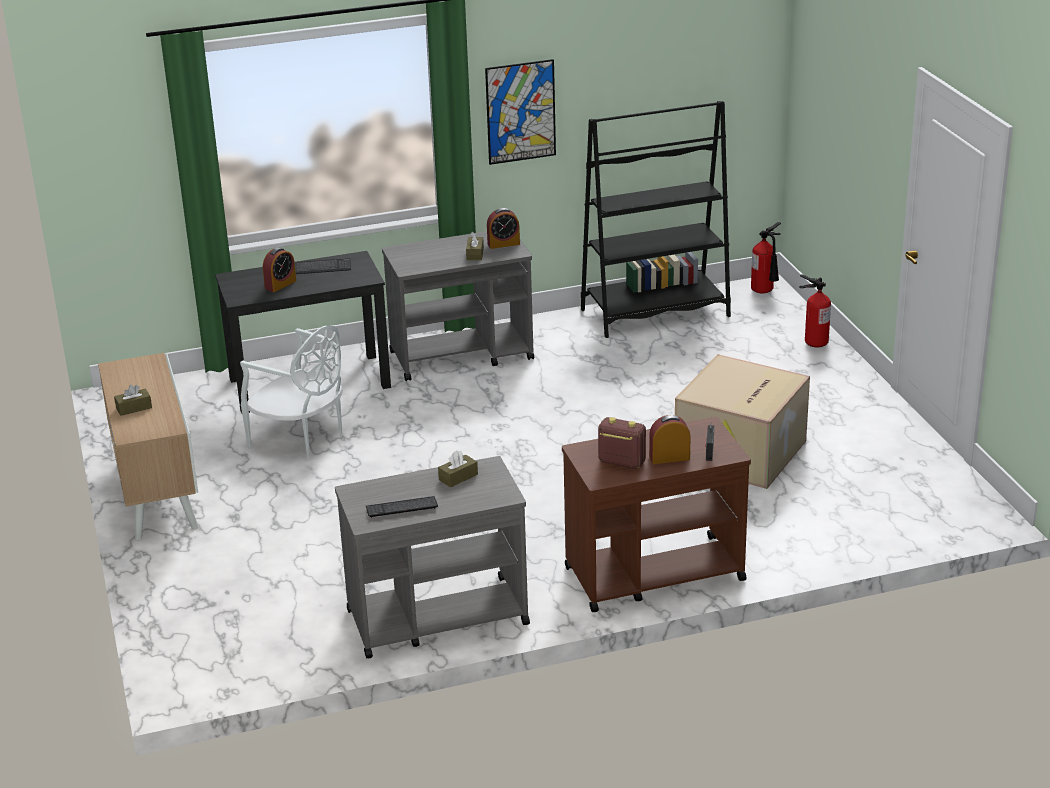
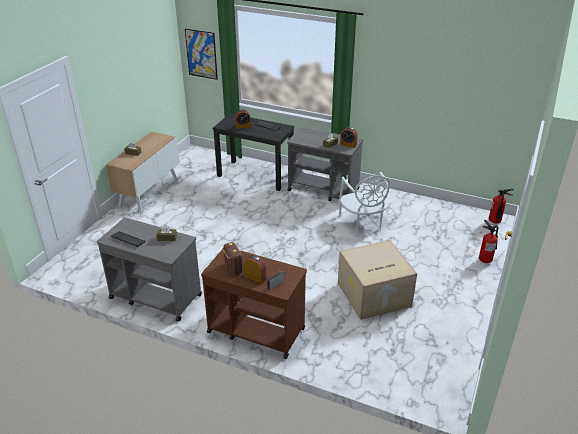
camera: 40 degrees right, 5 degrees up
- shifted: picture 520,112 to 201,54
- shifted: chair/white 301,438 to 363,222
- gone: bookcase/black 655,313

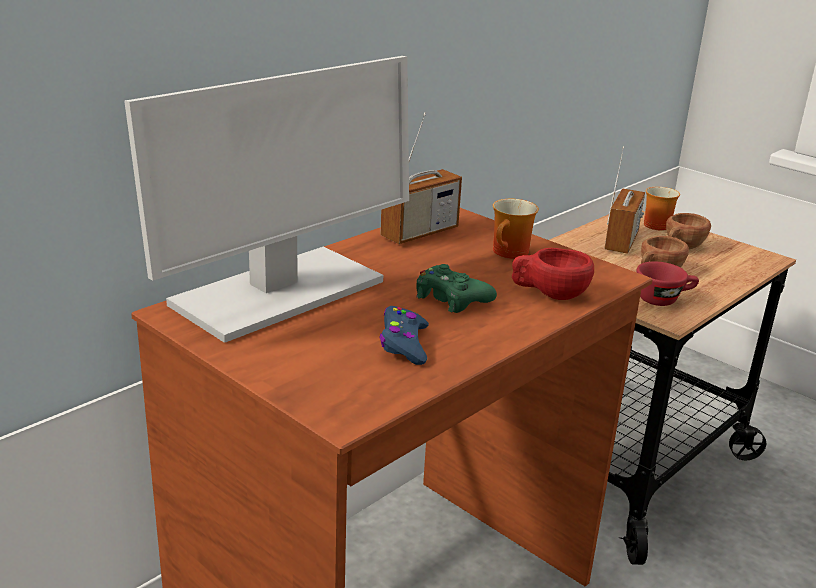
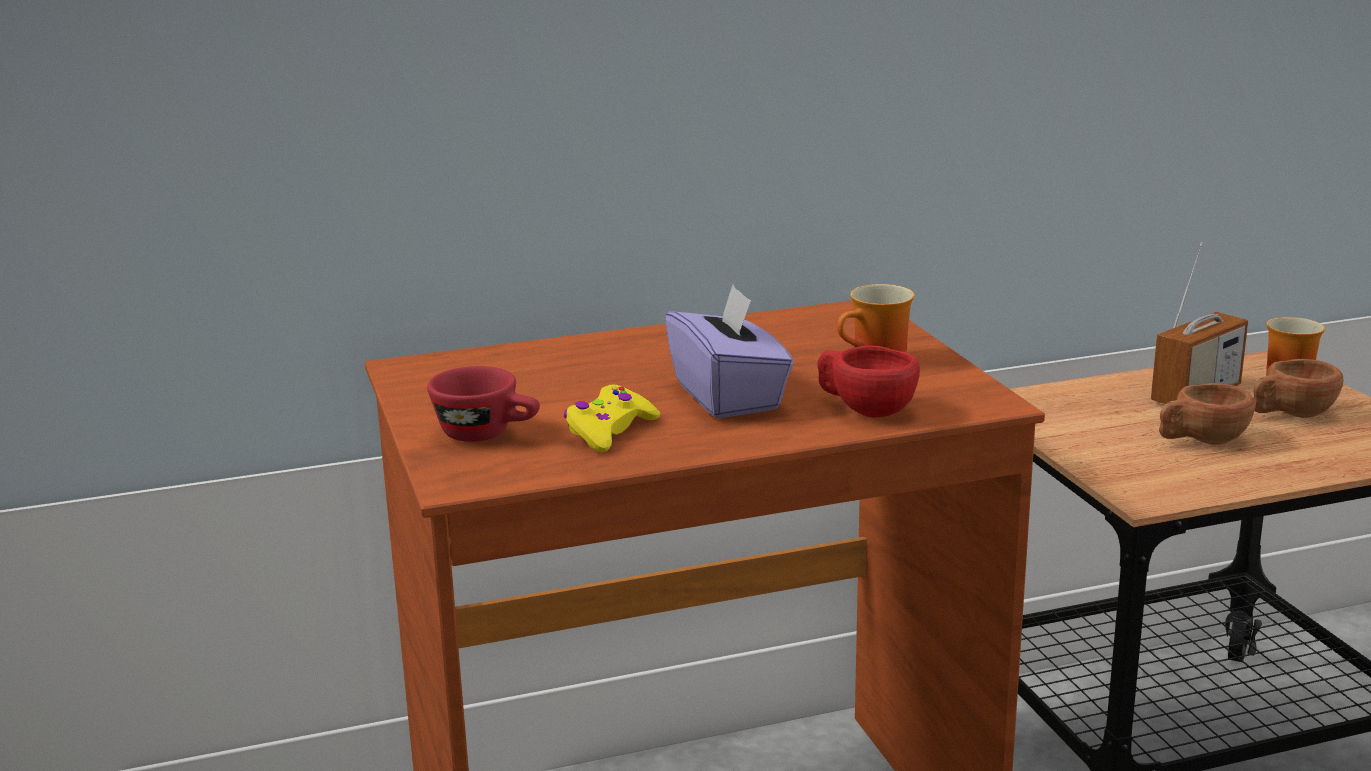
camera: 30 degrees right, 5 degrees down
- shifted: cup/red 663,299 to 488,434
- repainted: game controller/blue 404,344 to game controller/yellow 609,431
- swapped: game controller/green 451,298 to tissue box/purple 729,396
- gone: monitor 278,294
- gone: radio 419,233

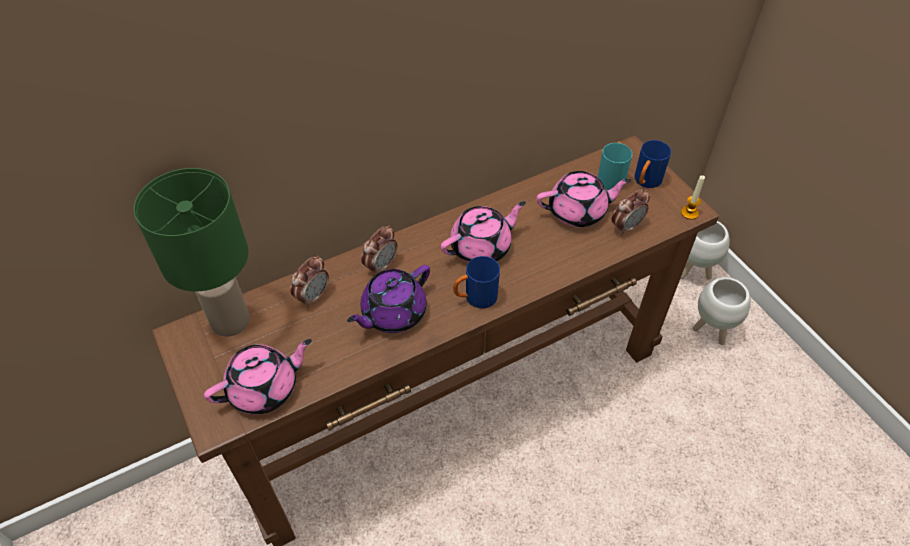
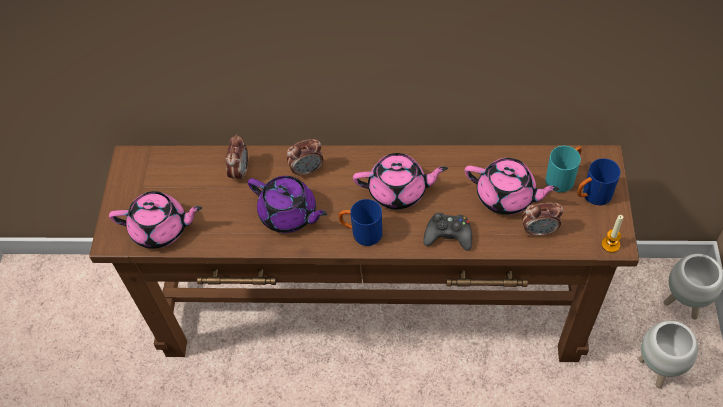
camera: 35 degrees right, 5 degrees up
- rotated: alarm clock 313,296 = 240,172 60 degrees counterclockwise
- rotated: teapot/purple 392,313 = 289,214 135 degrees counterclockwise
- new: game controller/black 448,235
- gone: table lamp/green 229,321

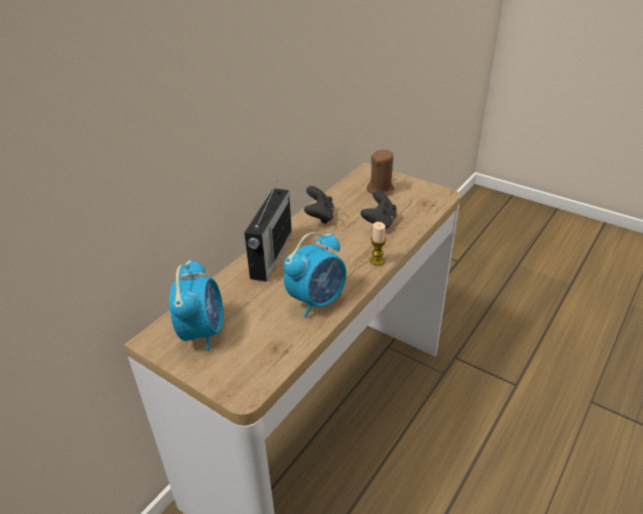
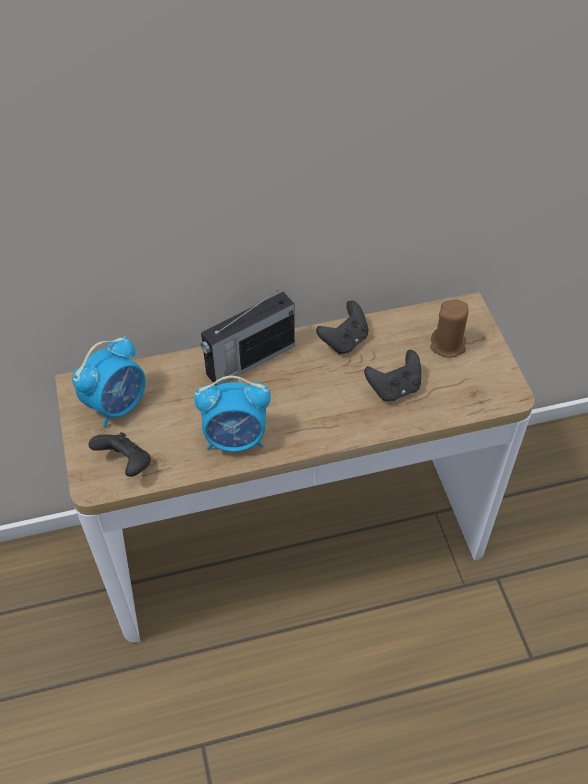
camera: 40 degrees right, 15 degrees up
- new: game controller/black 126,464
- gone: candle 377,261

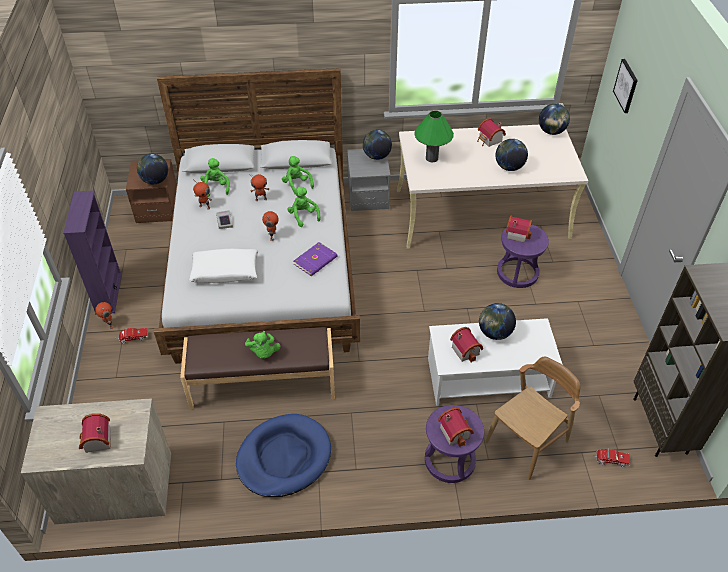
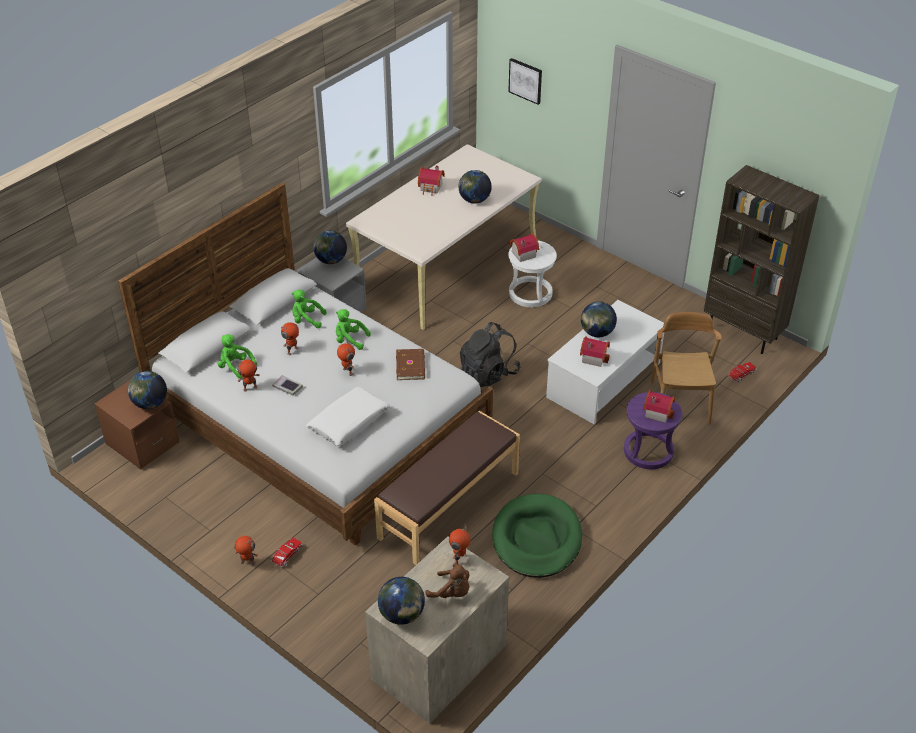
camera: 45 degrees left, 5 degrees down
- shifted: globe 551,132 to 402,615
- repainted: book/purple 316,261 to book/brown 411,366
- swapped: toy house 96,441 to plush toy/brown 452,593
- new: toy robot 459,559
- new: backpack/black 489,373
- repainted: dog bed/blue 284,457 to dog bed/green 536,539
- repainted: stool/purple 517,273 to stool/white 530,294
- gone: bookcase/purple 108,292
- gone: plush toy/green 263,352
- gone: table lamp/green 432,158

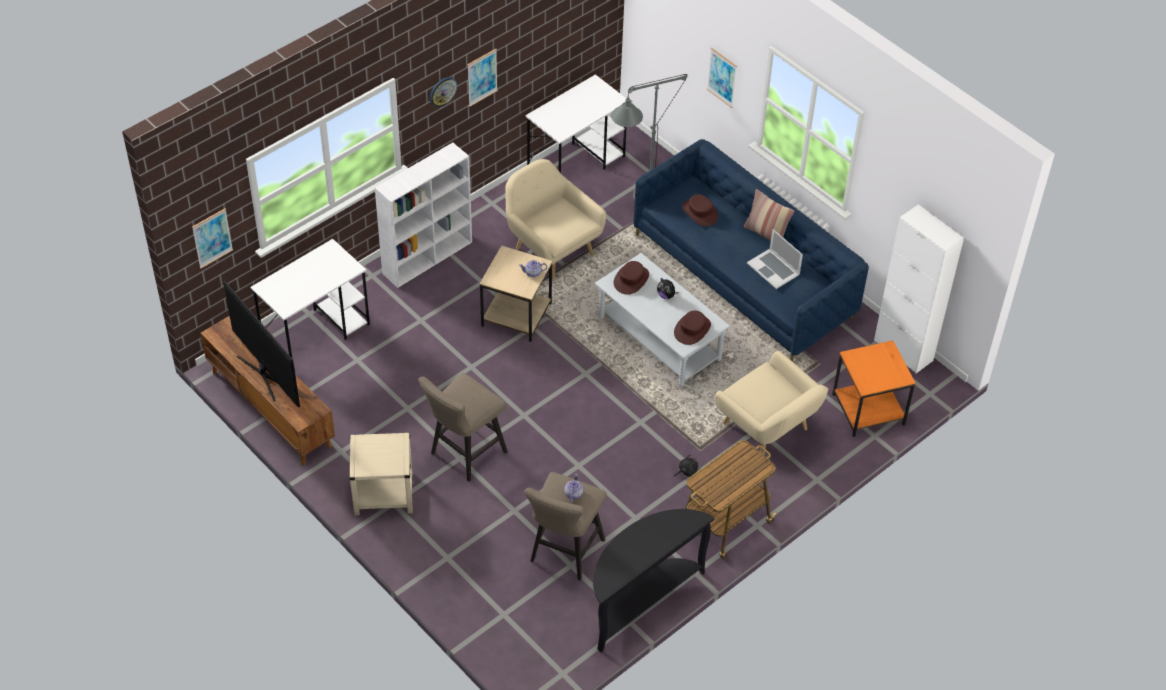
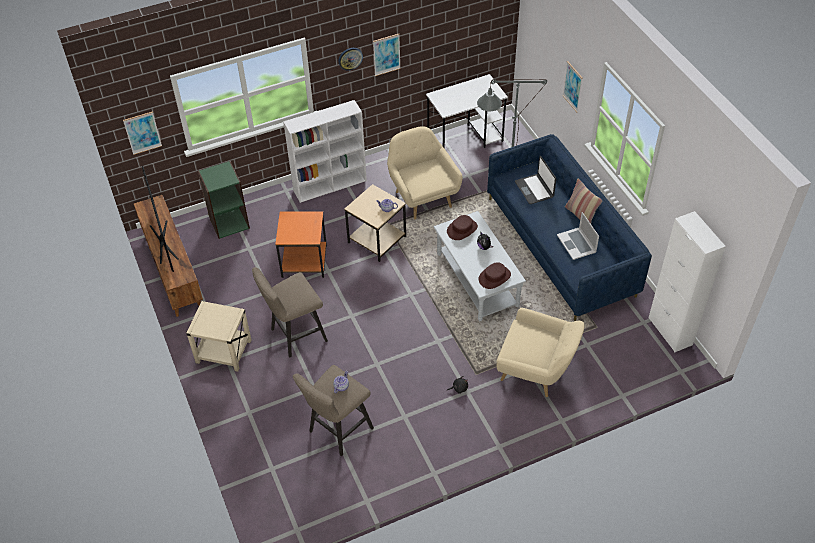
camera: 20 degrees right, 0 degrees up
- swapped: desk/white 316,332 to bookcase/green 229,222
- shifted: side table/orange 869,409 to 305,261
- rotated: armchair/beige 768,431 = 536,371 45 degrees counterclockwise
- swapped: hat/brown 700,212 to laptop 534,189
- gone: console table/black 640,600
- gone: cart 725,523

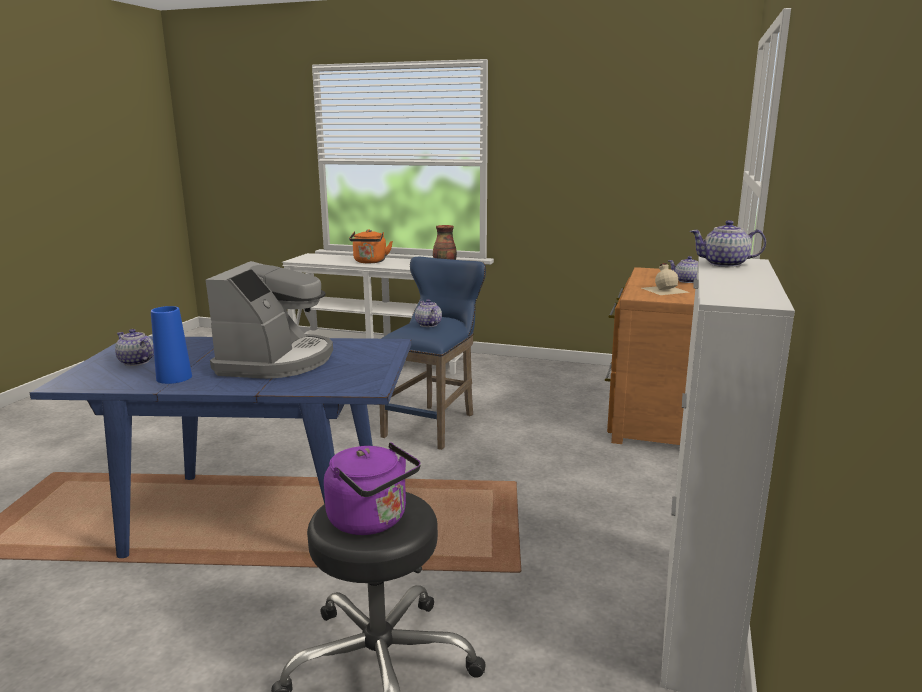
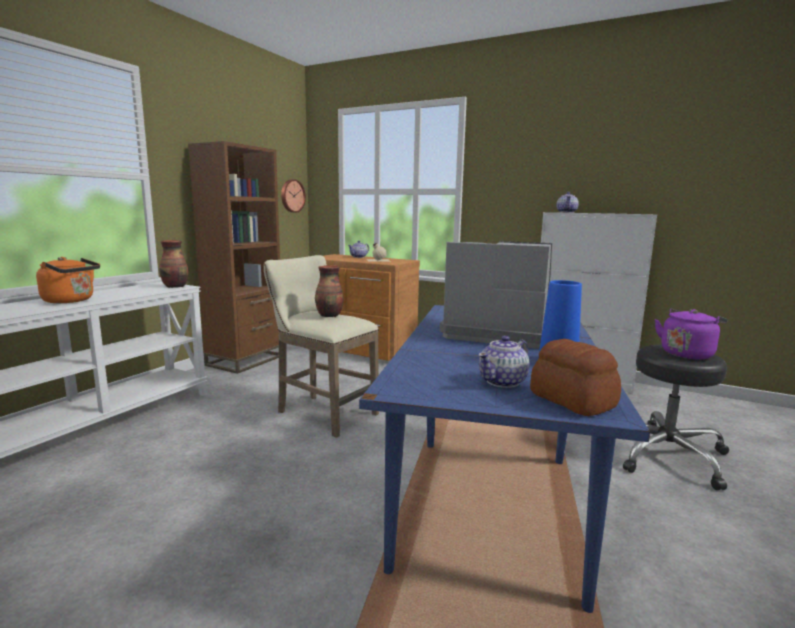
camera: 80 degrees left, 5 degrees down
- new: bookcase/brown 246,360
- repainted: stool/blue 434,424 to stool/beige 322,412
- new: wall clock 292,196
- swapped: teapot 428,324 to vase 329,315
- new: bread 572,401

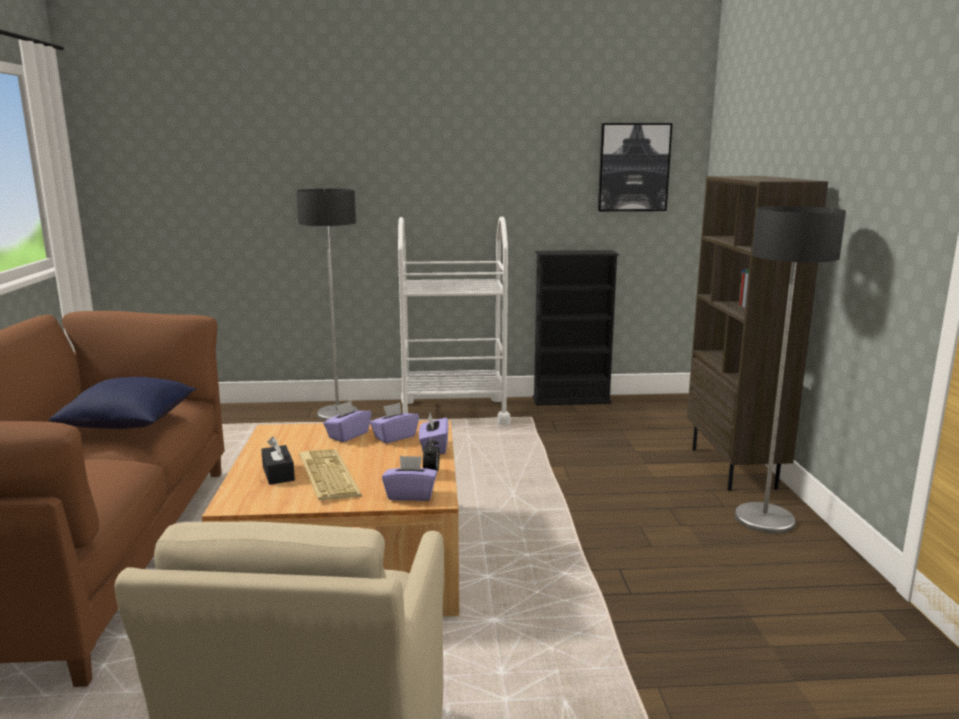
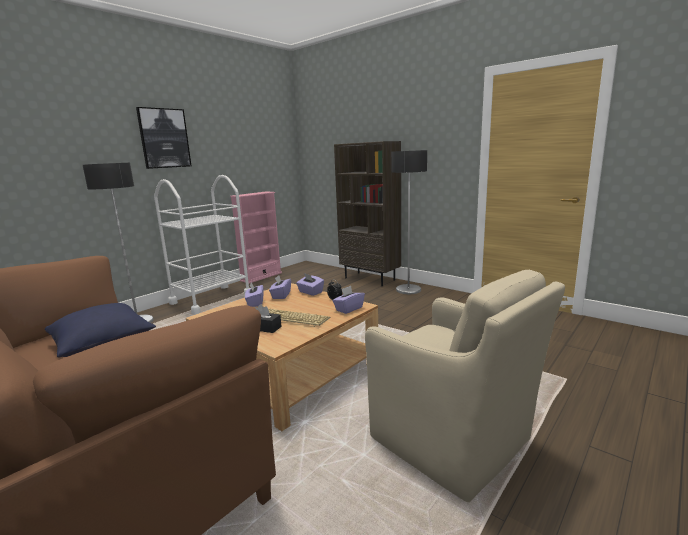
camera: 45 degrees left, 0 degrees up
- shifted: picture 633,167 to 164,138
- repainted: bookcase/black 571,400 to bookcase/pink 261,277

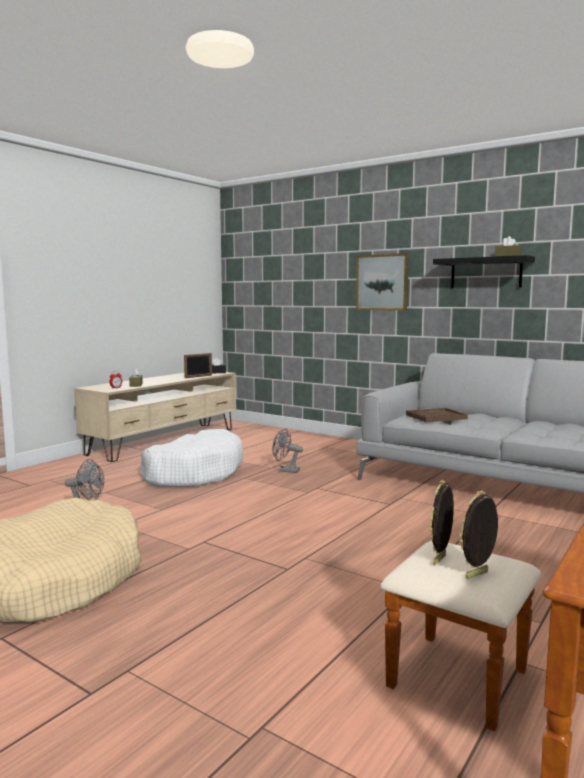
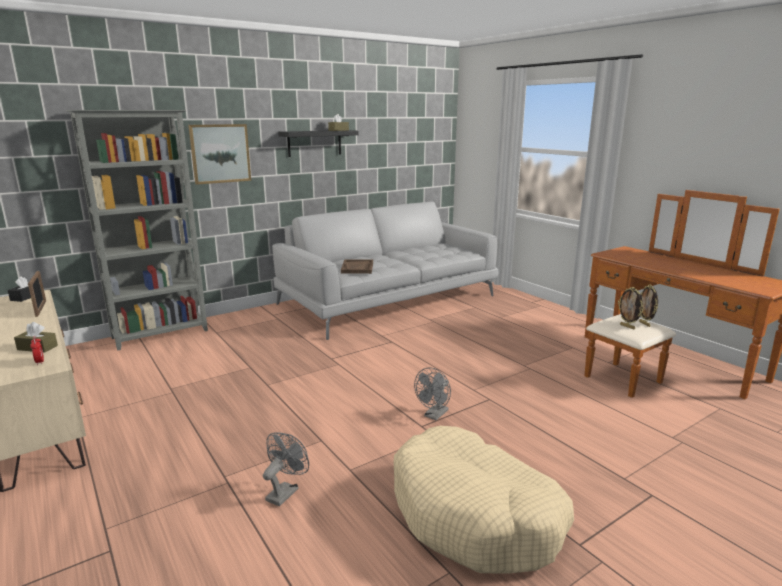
camera: 70 degrees left, 10 degrees up
- new: bookcase/grey 161,334
- shifted: fan/grey 285,470 to 434,415
- gone: dog bed/white 193,473

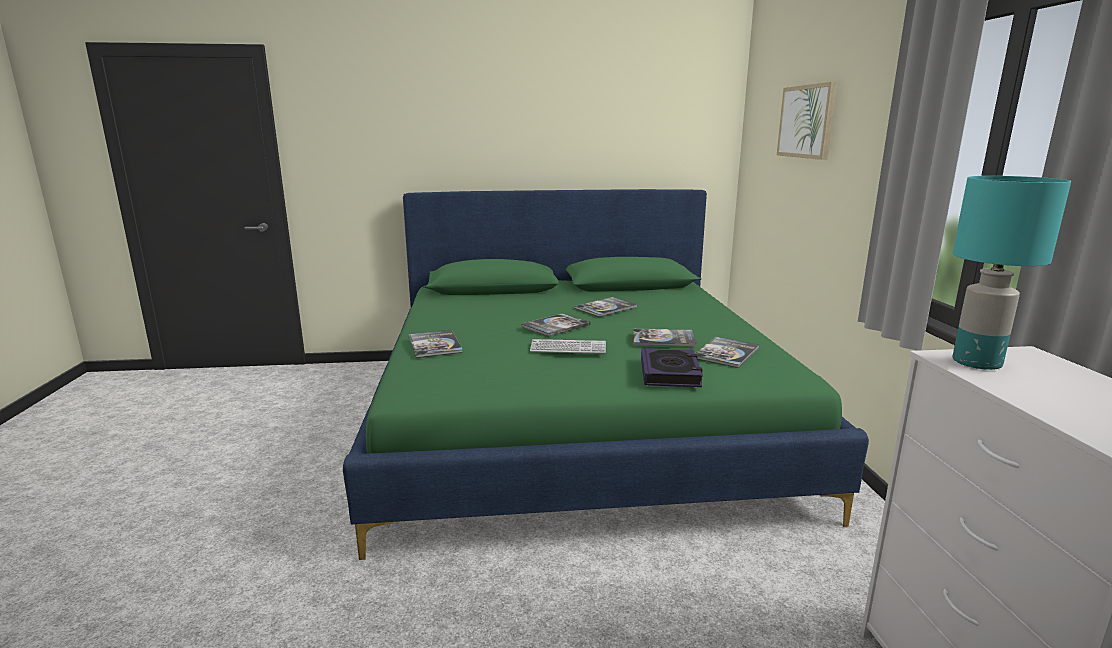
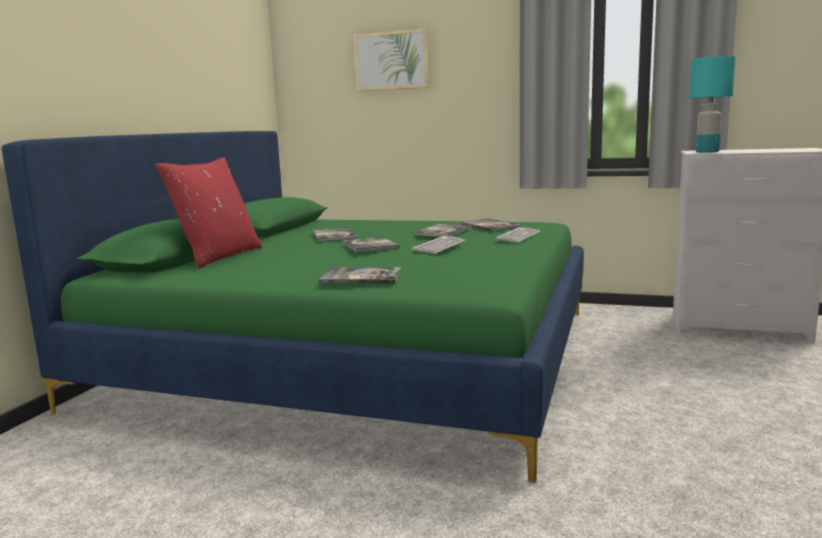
camera: 65 degrees left, 5 degrees down
- new: pillow/red 218,256
- swapped: book 670,373 to keyboard 518,236

